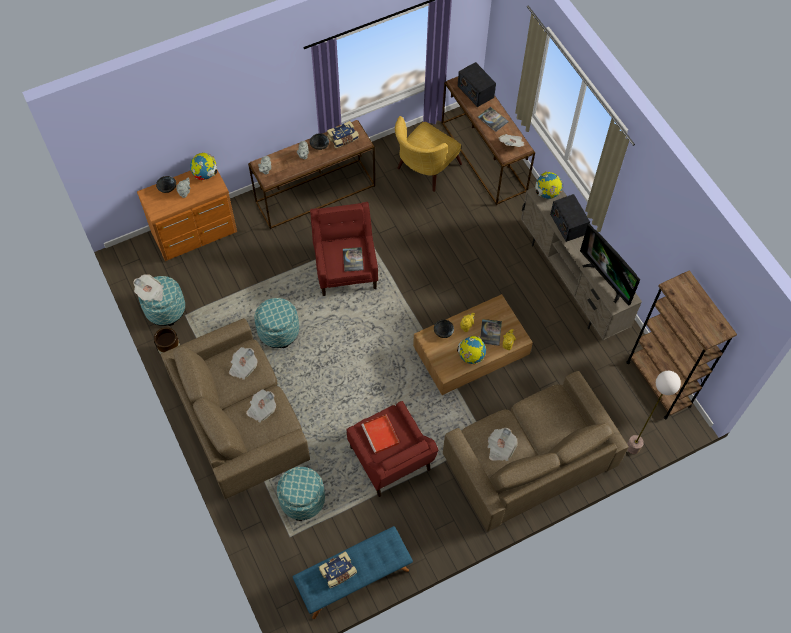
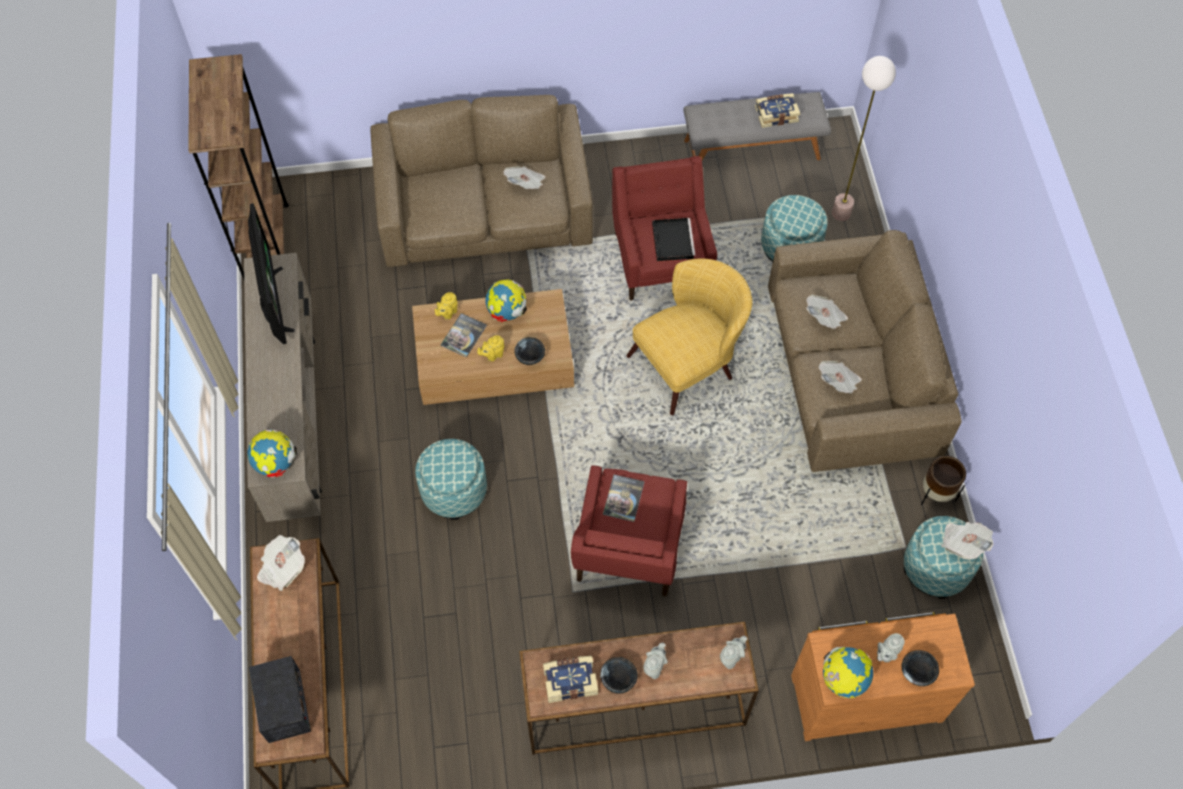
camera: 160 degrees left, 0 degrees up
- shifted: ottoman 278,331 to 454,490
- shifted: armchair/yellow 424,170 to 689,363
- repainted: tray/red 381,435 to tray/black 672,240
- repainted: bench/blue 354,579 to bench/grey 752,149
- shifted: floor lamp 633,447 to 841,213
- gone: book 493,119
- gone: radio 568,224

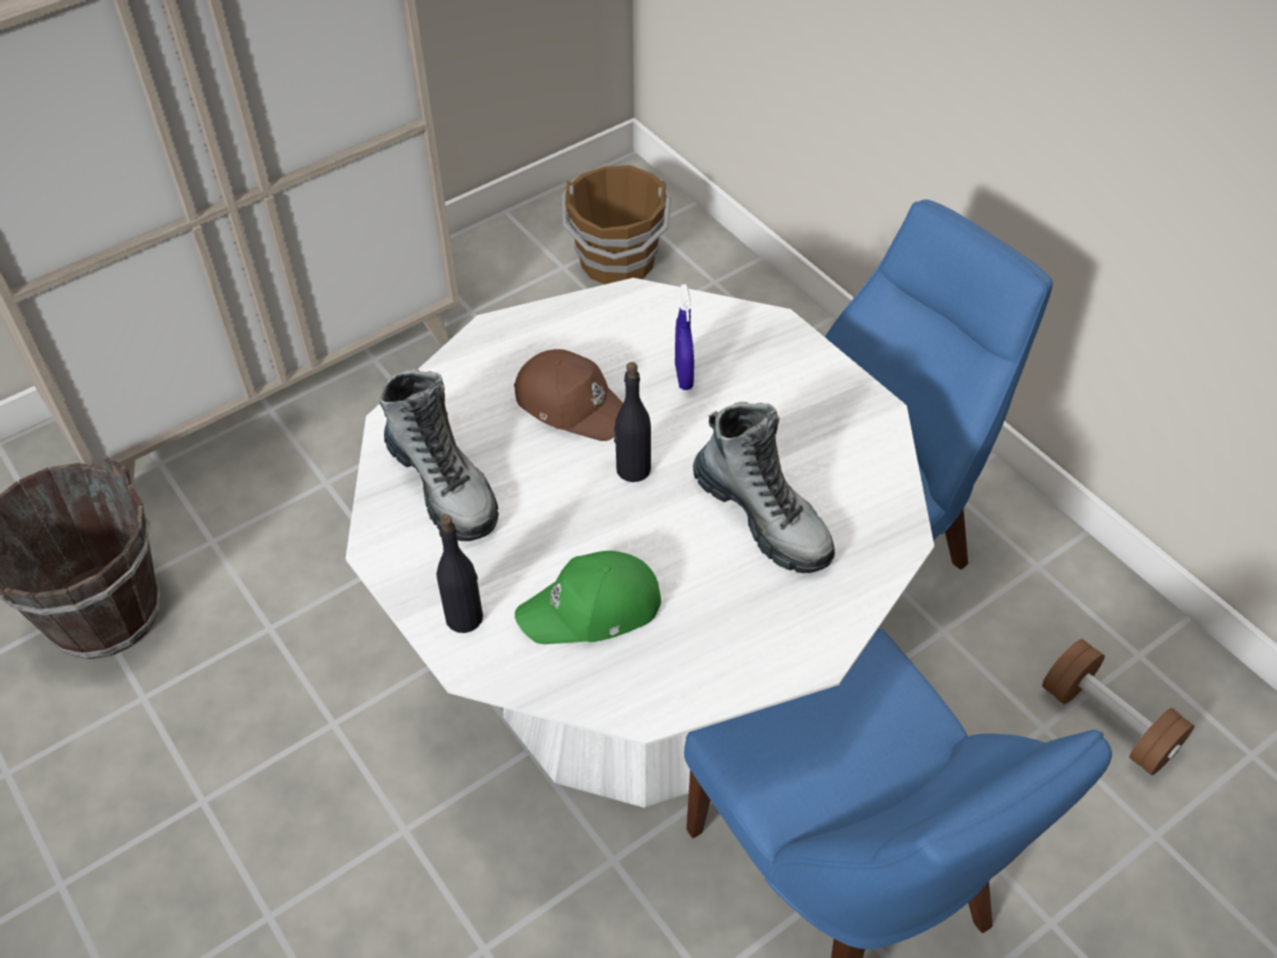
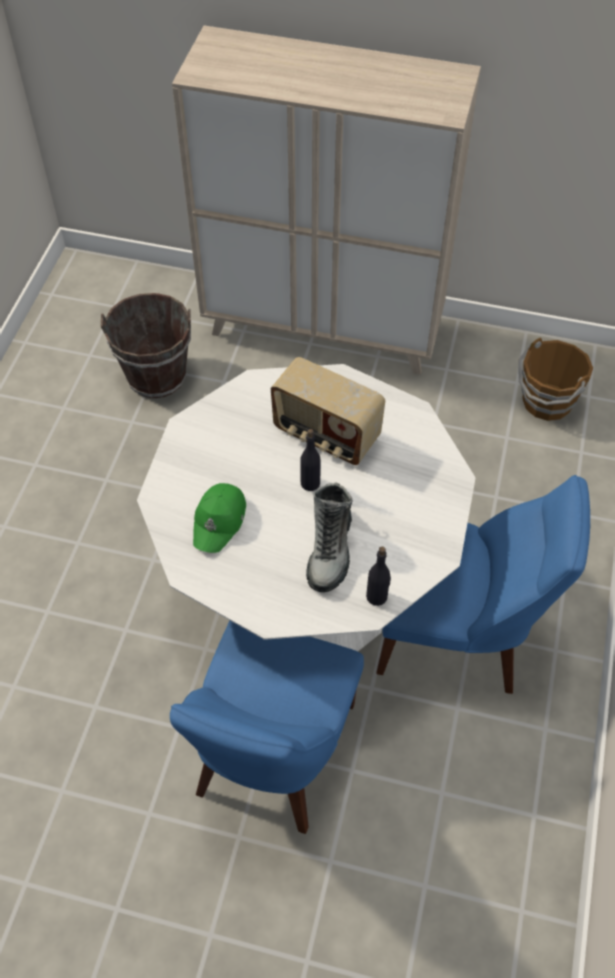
camera: 50 degrees right, 5 degrees up
- rotated: cap/green 592,609 = 220,521 105 degrees counterclockwise
- swapped: cap/brown 573,404 to radio 325,435
- shifted: bottle/black 464,617 to 377,596
- gone: boot 443,485
- gone: spray bottle/blue 683,376
- gone: dumbbell/brown 1108,722

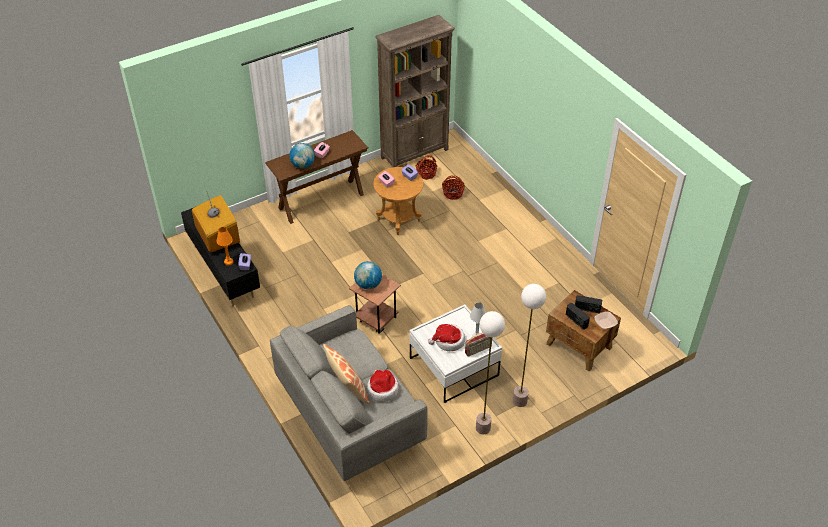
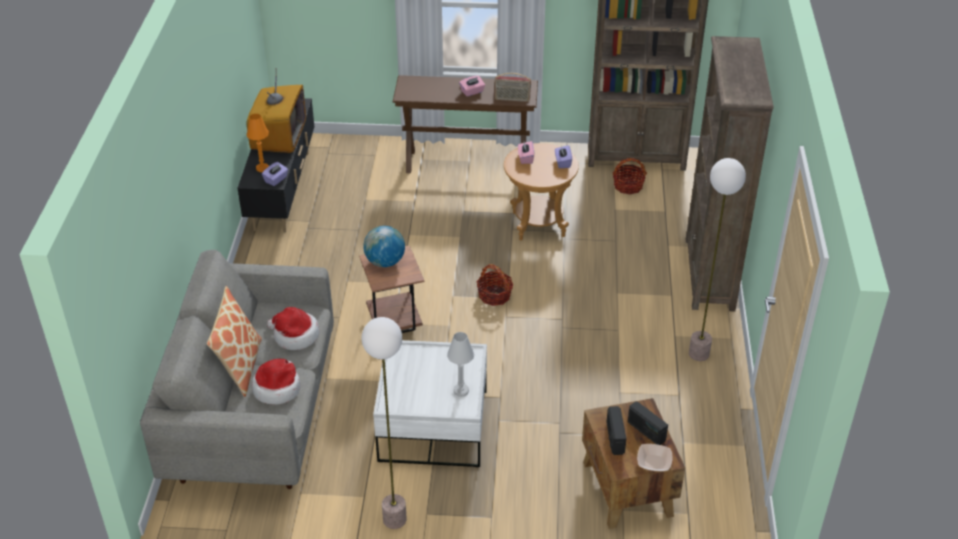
camera: 35 degrees right, 5 degrees down
- shifted: hat 448,341 to 295,336
- shifted: basket 453,193 to 494,295
- shifted: radio 478,350 to 512,99
- new: bookcase/brown 709,274
- shifted: floor lamp 520,401 to 699,354
- gone: globe 303,165

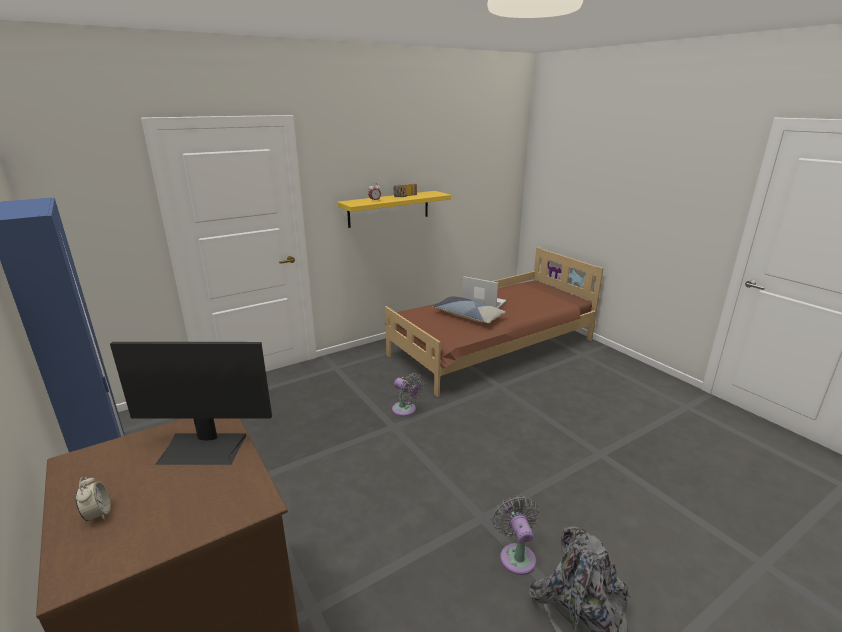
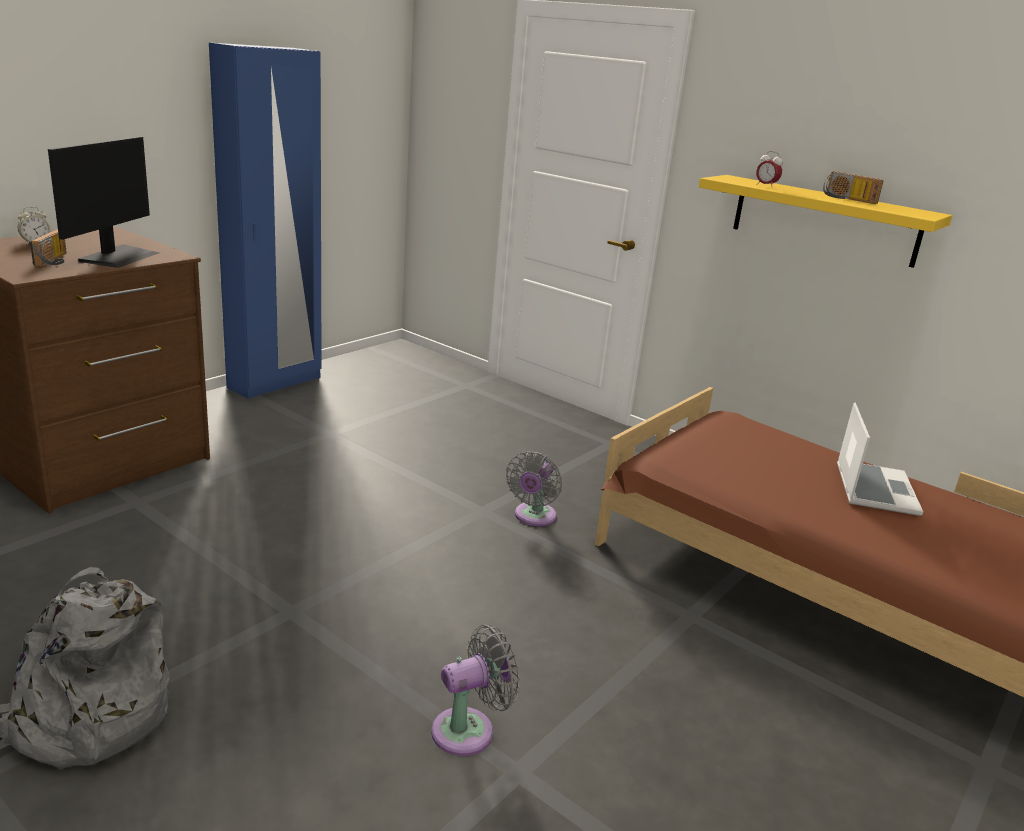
camera: 70 degrees right, 0 degrees up
- new: radio 55,260
- rotated: monitor 204,448 = 119,256 150 degrees counterclockwise
- shifted: fan/grey 516,555 to 469,730
- gone: pillow 468,316

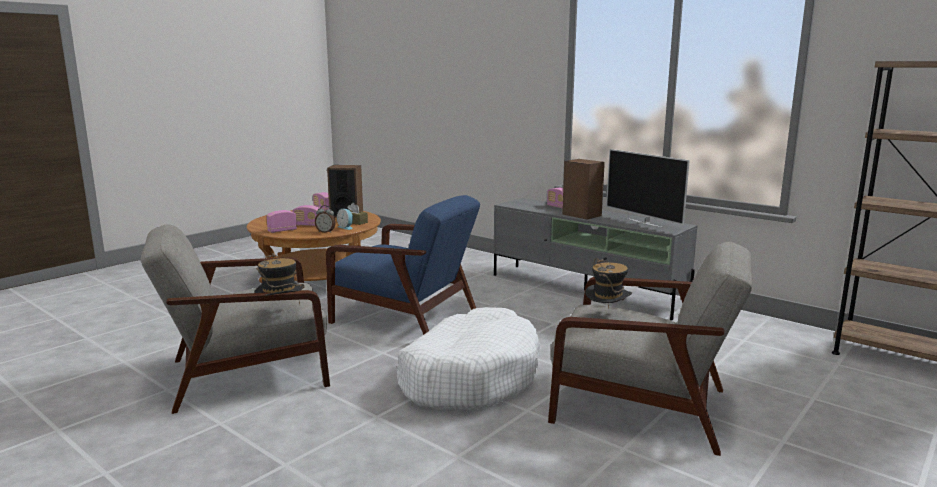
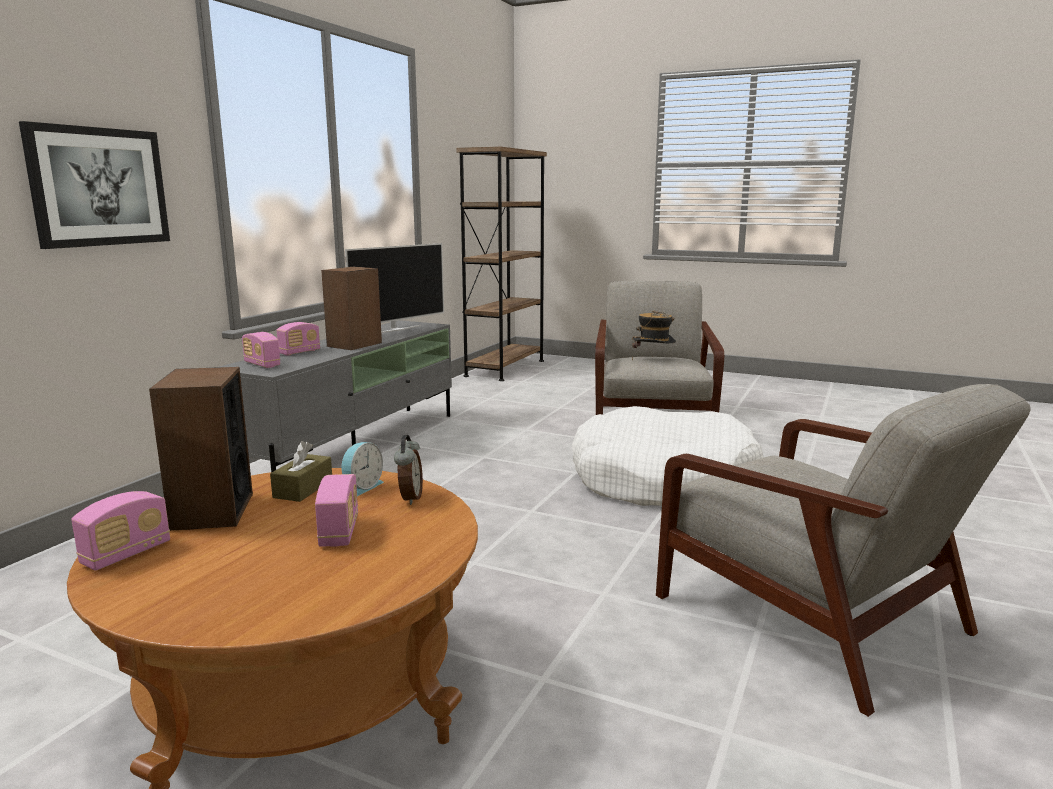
camera: 105 degrees left, 0 degrees up
- new: picture 99,187
- shifted: radio 282,231 to 262,364
- gone: hat 280,311
- gone: armchair/blue 406,317

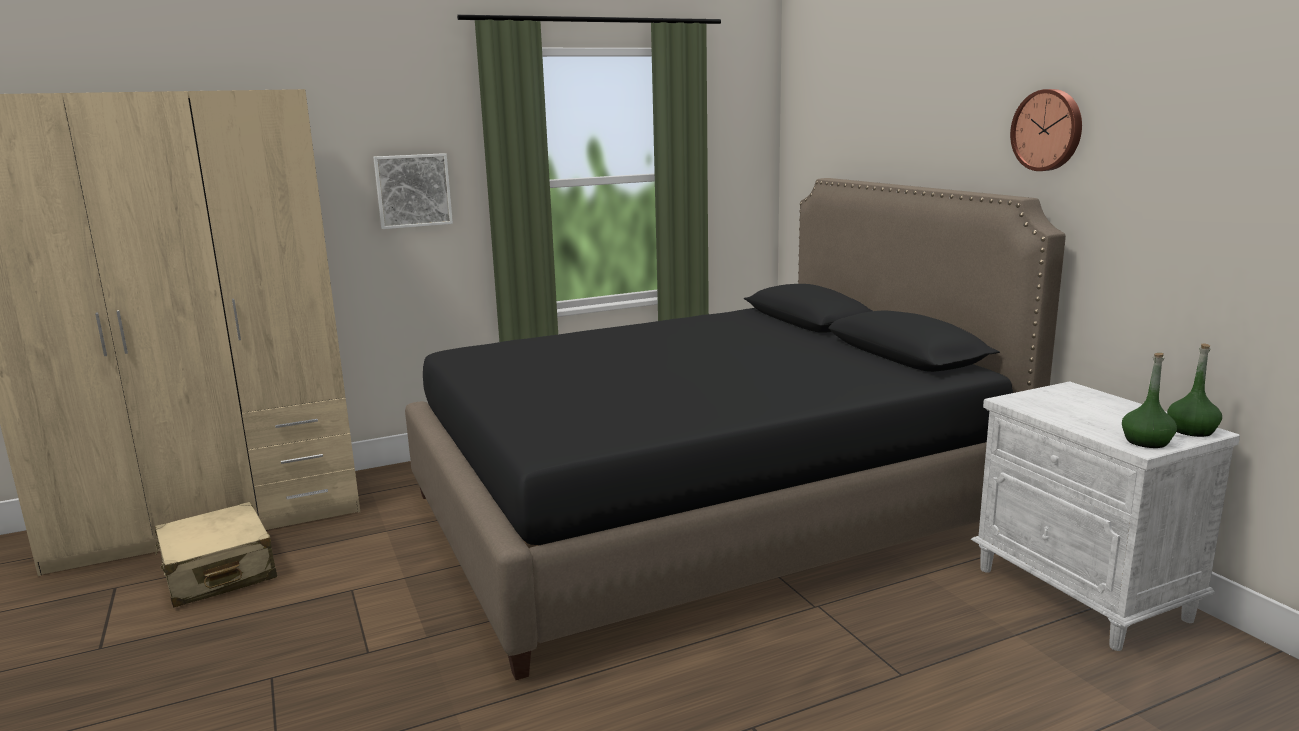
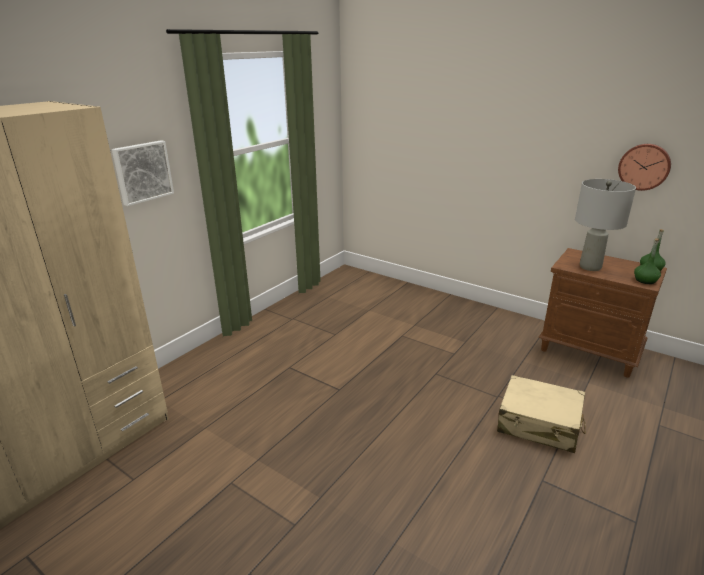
camera: 30 degrees left, 10 degrees up
- shifted: suitcase/beige 218,573 to 539,424
- repainted: nightstand/white 1083,594 to nightstand/brown 590,351
- new: table lamp/grey 589,267
- shifted: wall clock 1048,130 to 644,166
- gone: bed/black 703,512

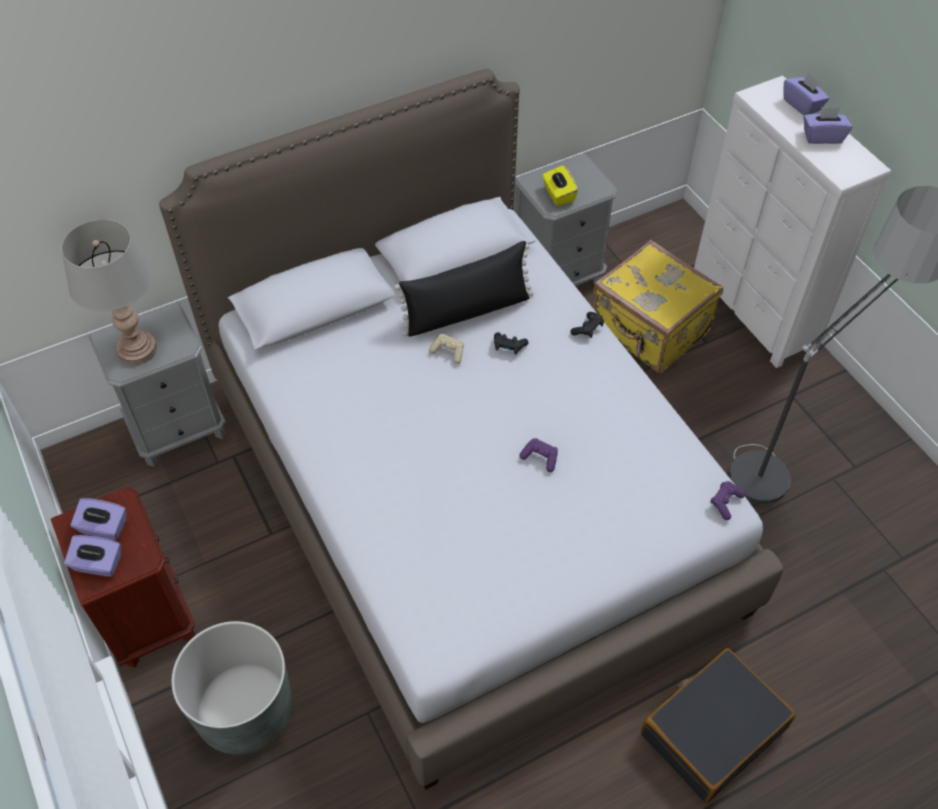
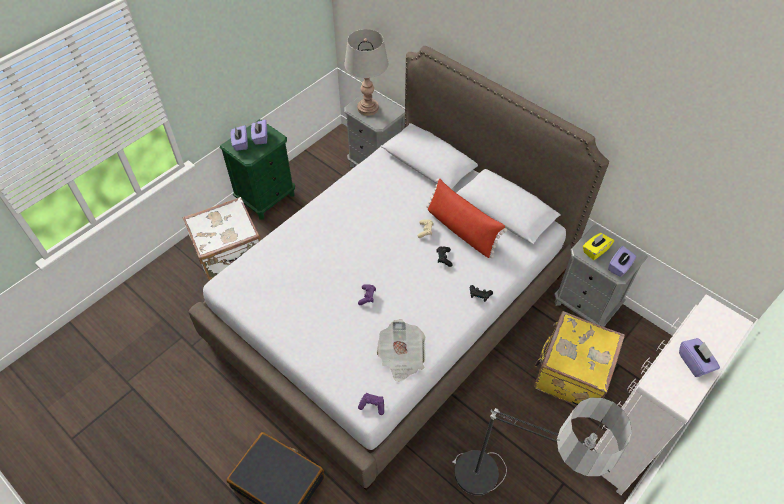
camera: 70 degrees right, 0 degrees up
- swapped: planter/grey 245,710 to suitcase/white 230,253
- repainted: nightstand/brown 148,617 to nightstand/green 267,198
- new: newspaper 401,357
- repainted: pillow/black 467,311 to pillow/red 461,230
- shifted: tissue box/purple 802,105 to 619,267

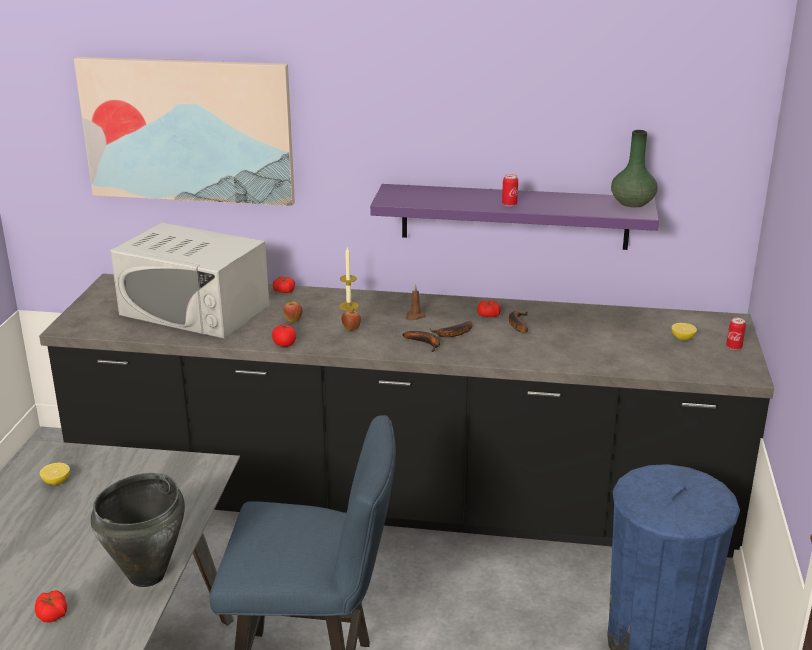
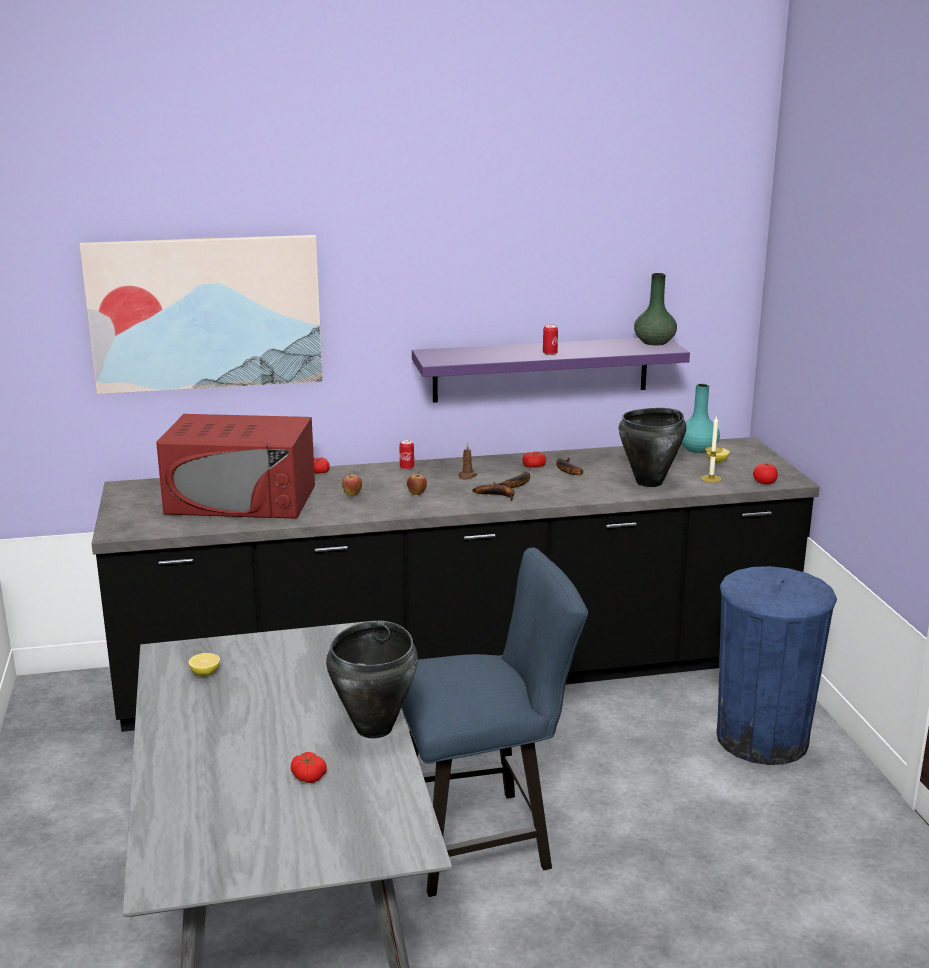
camera: 20 degrees left, 5 degrees down
- repainted: microwave/white 195,310 to microwave/red 241,499
- shifted: can 734,347 to 407,467
- new: cooking pot/black 650,482
- new: vase/turquoise 697,449
- shifted: candle 348,306 to 711,478
- shifted: tomato 284,344 to 764,482

